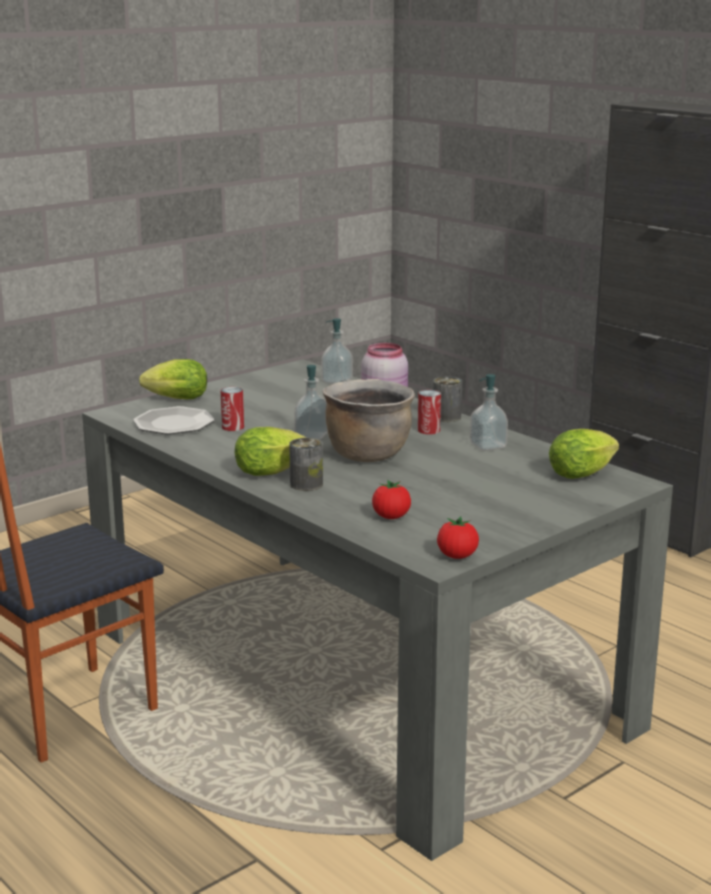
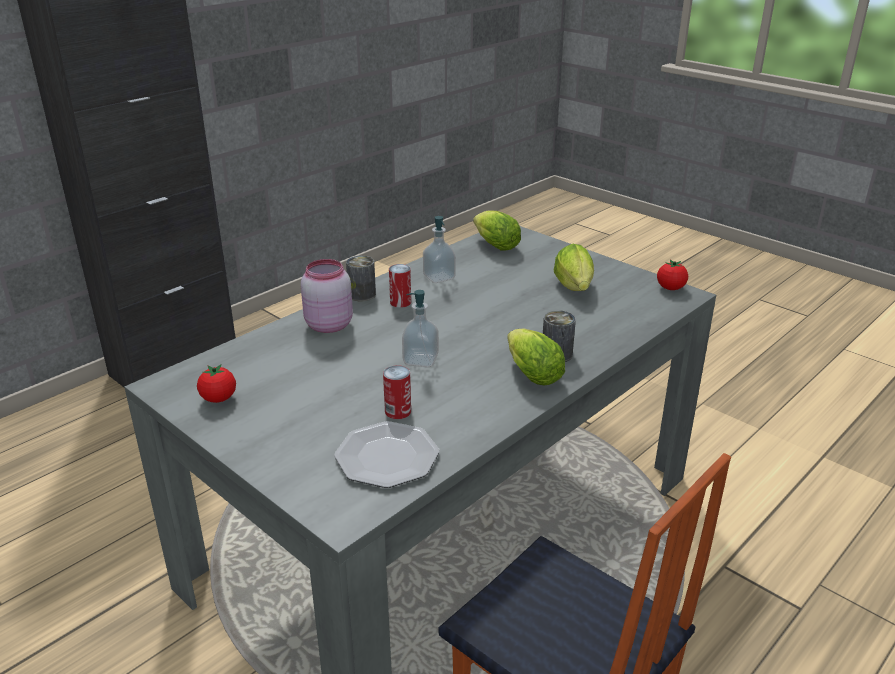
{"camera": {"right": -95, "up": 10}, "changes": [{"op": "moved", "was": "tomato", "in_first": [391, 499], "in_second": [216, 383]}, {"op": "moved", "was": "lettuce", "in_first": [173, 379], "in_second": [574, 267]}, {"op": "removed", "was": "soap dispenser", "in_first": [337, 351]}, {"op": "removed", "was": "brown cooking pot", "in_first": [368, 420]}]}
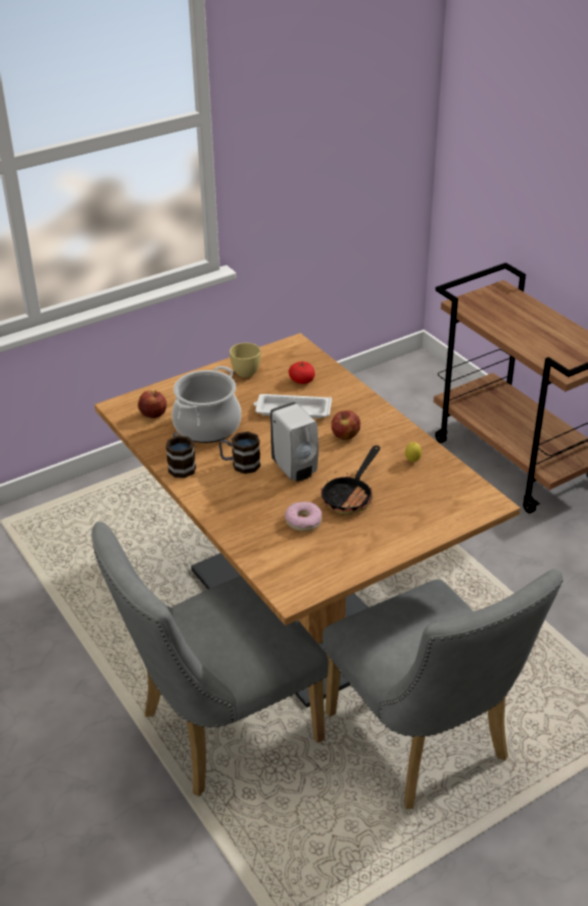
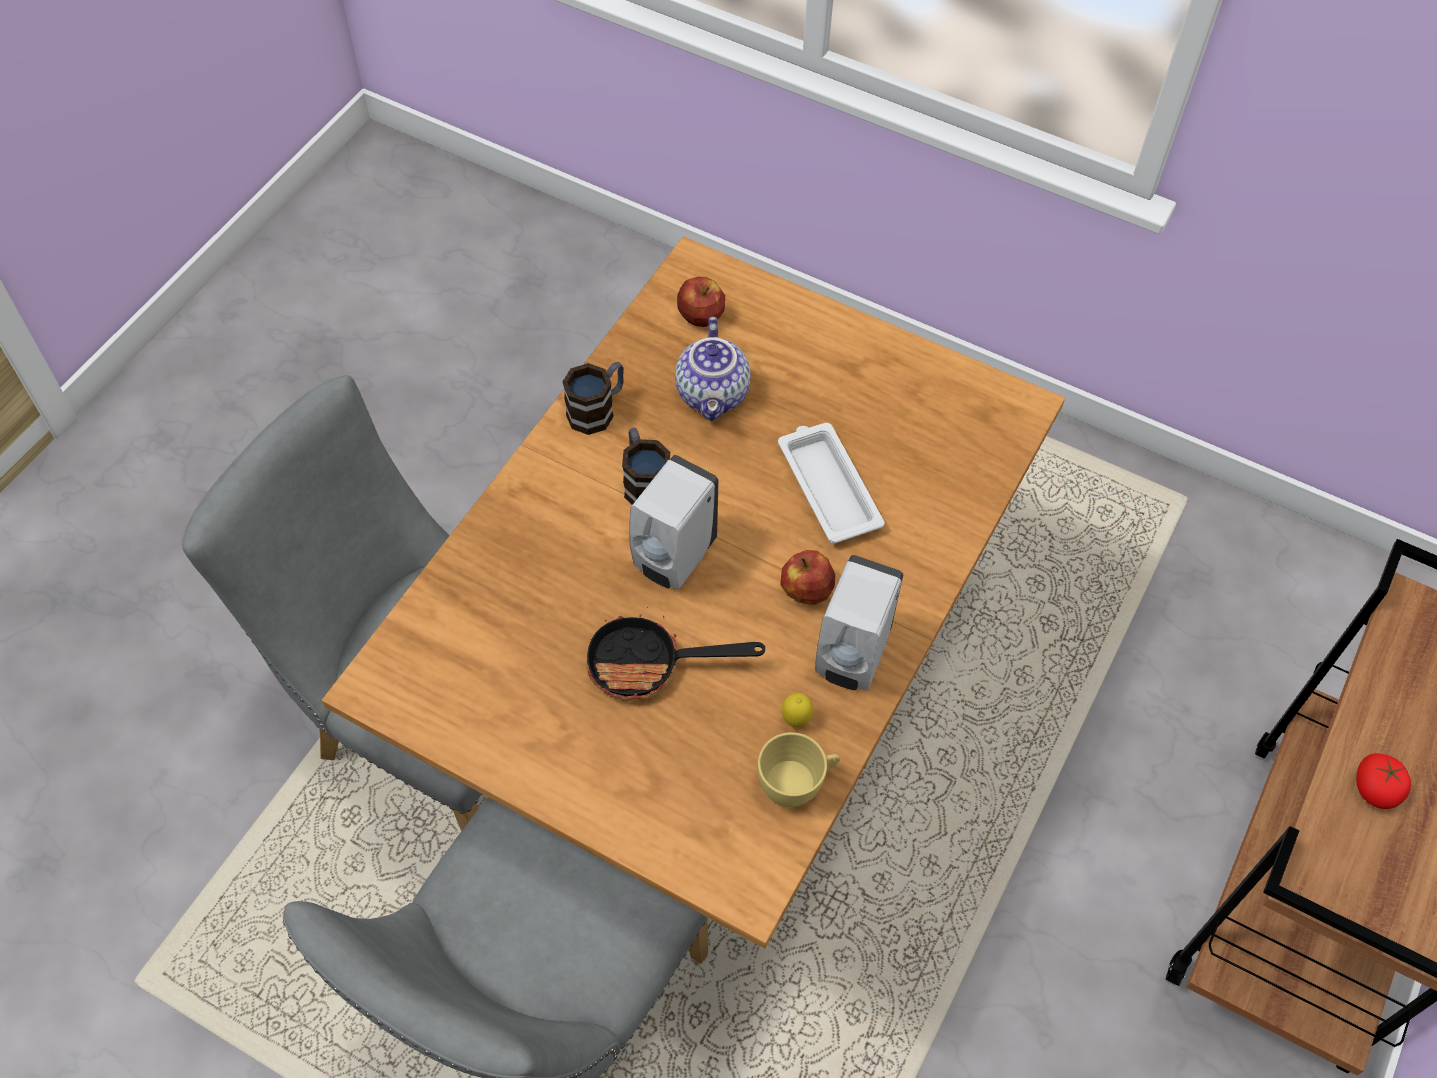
{"camera": {"right": 60, "up": 20}, "changes": [{"op": "replaced", "was": "cooking pot", "now": "teapot", "in_first": [206, 404], "in_second": [713, 369]}, {"op": "moved", "was": "yellow cup", "in_first": [245, 360], "in_second": [799, 769]}, {"op": "added", "now": "white soap dispenser", "in_second": [859, 622]}, {"op": "moved", "was": "tomato", "in_first": [302, 372], "in_second": [1383, 781]}, {"op": "removed", "was": "donut", "in_first": [303, 516]}]}
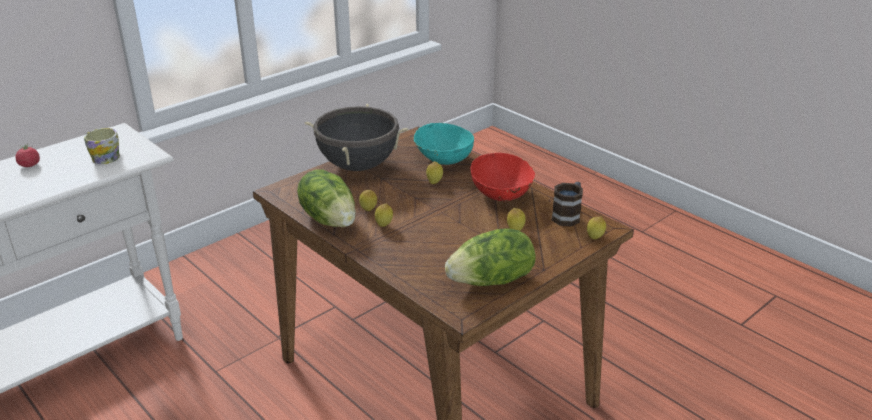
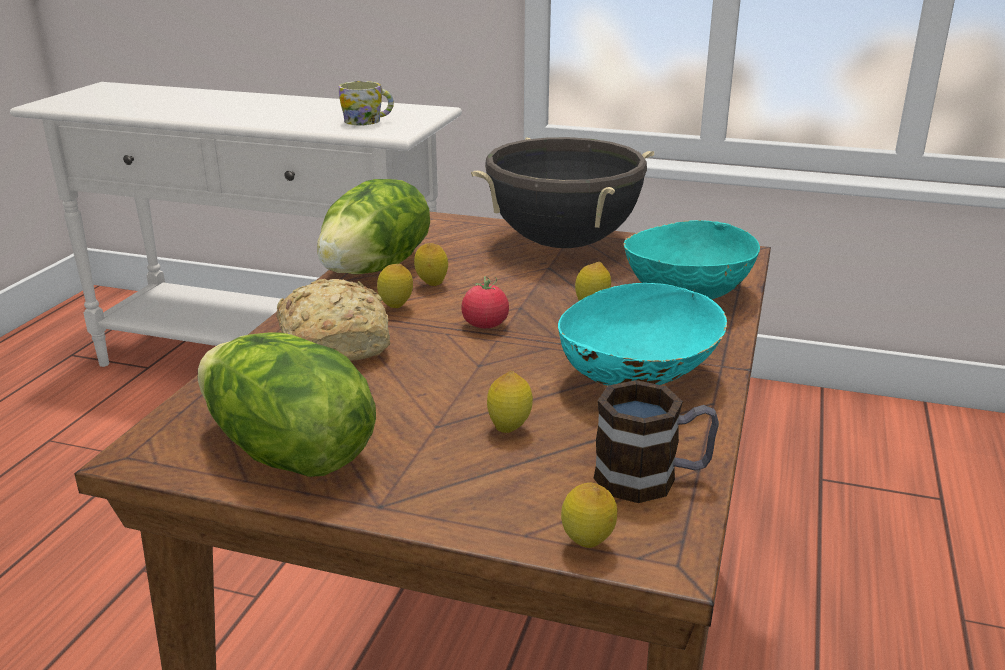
{"camera": {"right": 60, "up": -5}, "changes": [{"op": "added", "now": "bread", "in_second": [333, 320]}, {"op": "moved", "was": "tomato", "in_first": [28, 155], "in_second": [485, 302]}, {"op": "recoloured", "was": "red bowl", "now": "turquoise bowl", "in_first": [503, 177], "in_second": [642, 334]}]}
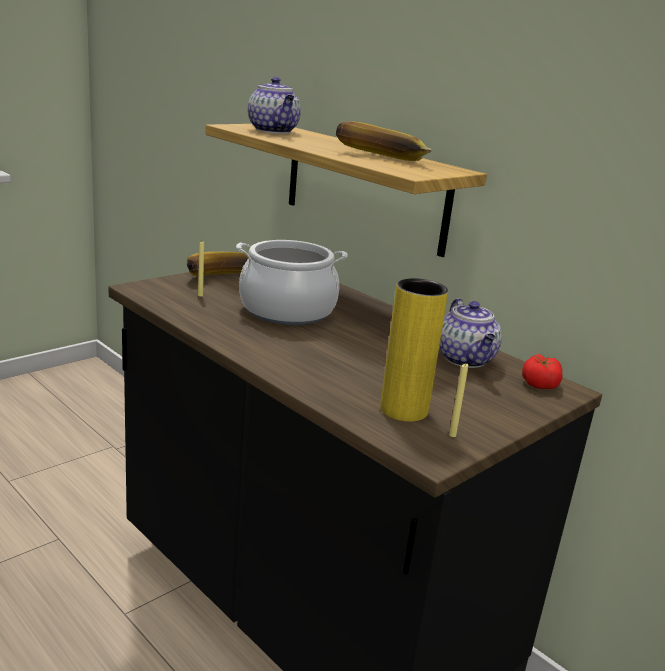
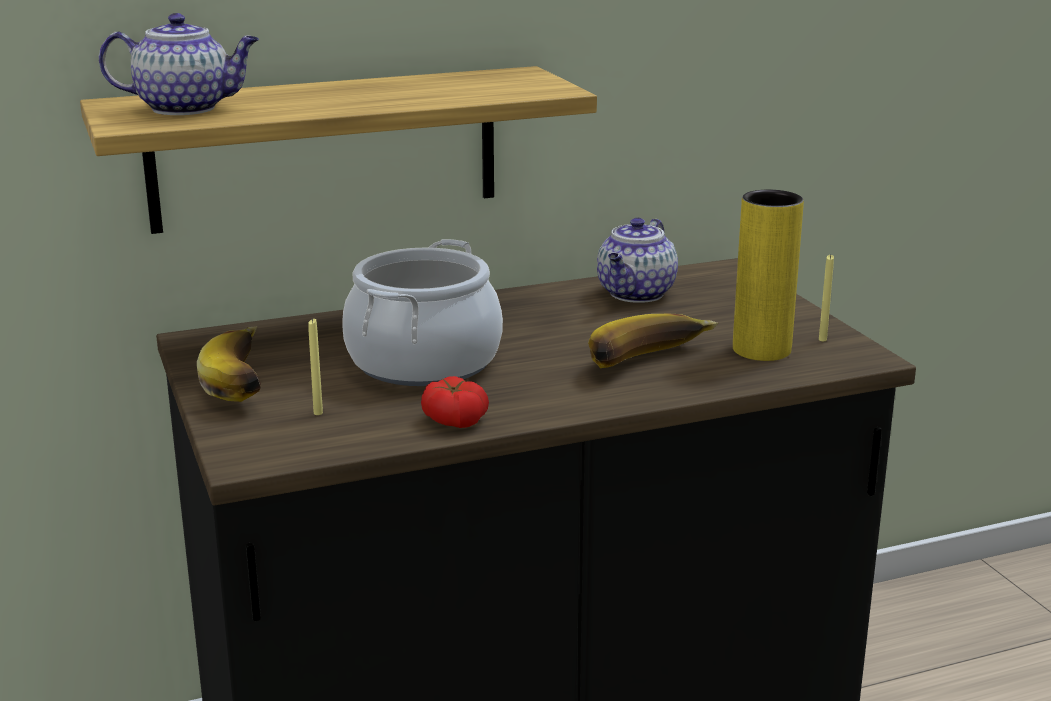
{"camera": {"right": -65, "up": 0}, "changes": [{"op": "moved", "was": "tomato", "in_first": [542, 371], "in_second": [455, 402]}, {"op": "moved", "was": "banana", "in_first": [384, 141], "in_second": [653, 340]}, {"op": "turned", "was": "teapot", "in_first": [470, 333], "in_second": [637, 260], "clockwise": 105}]}
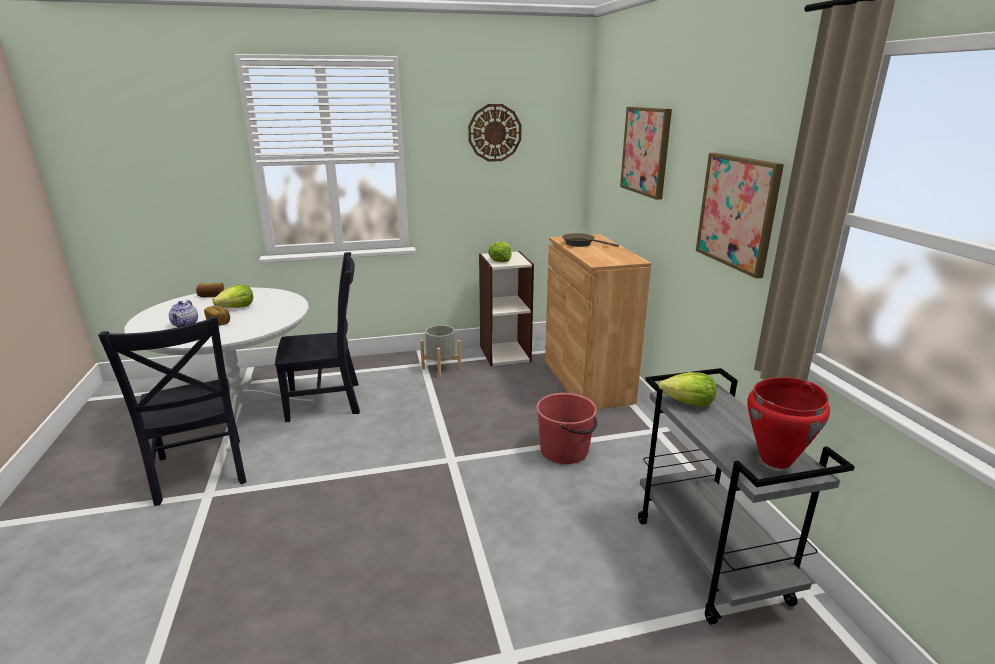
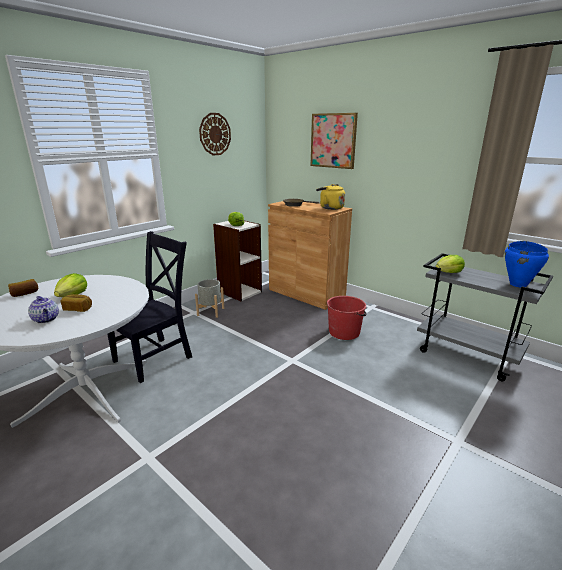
{"camera": {"right": -35, "up": 0}, "changes": [{"op": "added", "now": "yellow kettle", "in_second": [330, 197]}, {"op": "recoloured", "was": "red cooking pot", "now": "blue cooking pot", "in_first": [788, 423], "in_second": [527, 264]}, {"op": "removed", "was": "black chair", "in_first": [172, 410]}, {"op": "removed", "was": "picture", "in_first": [740, 215]}]}
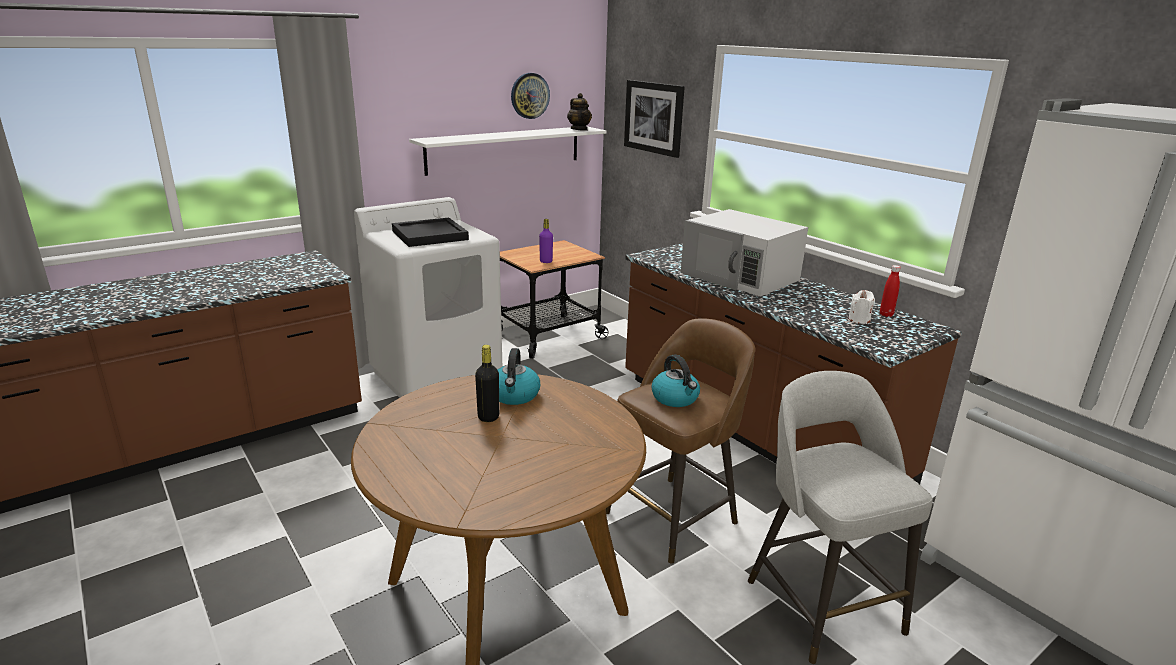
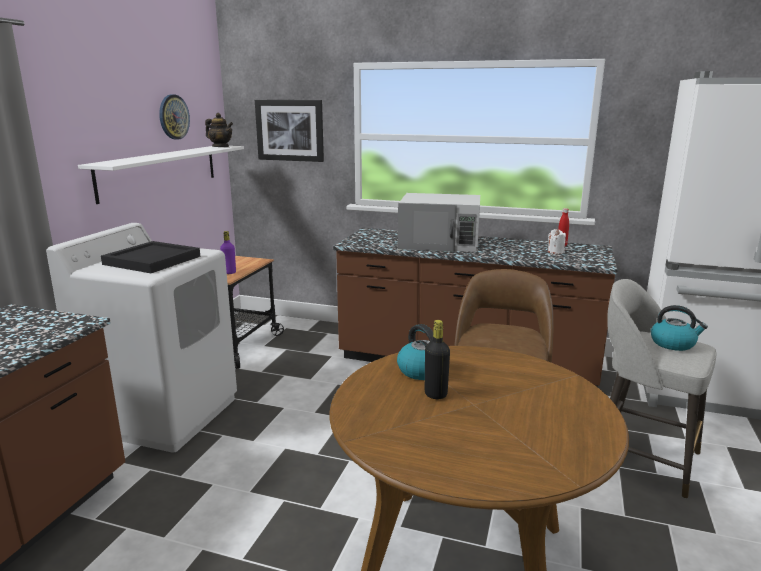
{"camera": {"right": -35, "up": -5}, "changes": [{"op": "moved", "was": "kettle", "in_first": [676, 381], "in_second": [679, 328]}]}
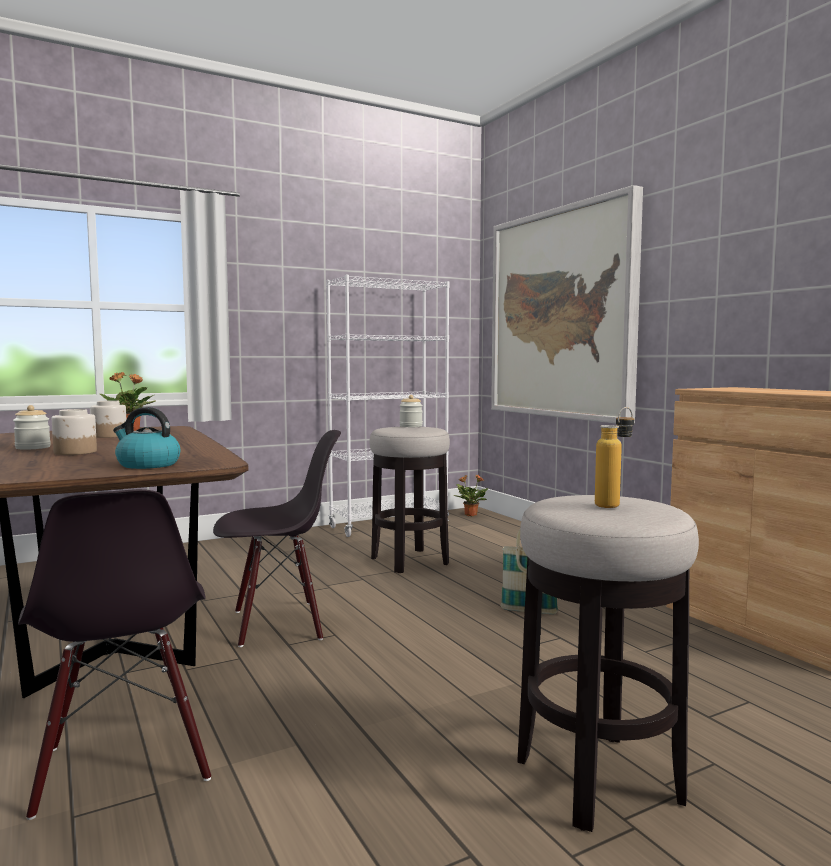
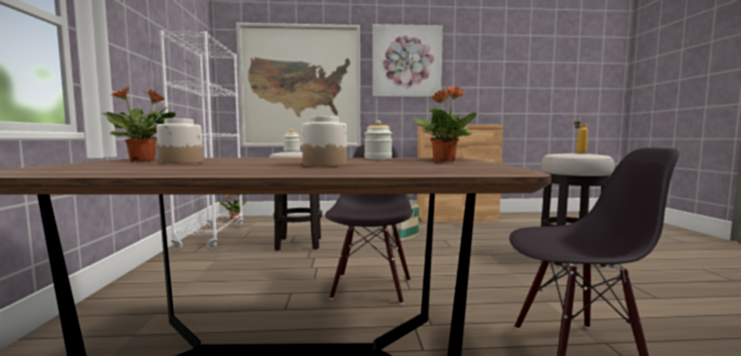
{"camera": {"right": -65, "up": 0}, "changes": [{"op": "moved", "was": "jar", "in_first": [32, 427], "in_second": [378, 139]}, {"op": "added", "now": "picture", "in_second": [408, 60]}, {"op": "replaced", "was": "kettle", "now": "potted plant", "in_first": [146, 438], "in_second": [444, 124]}]}
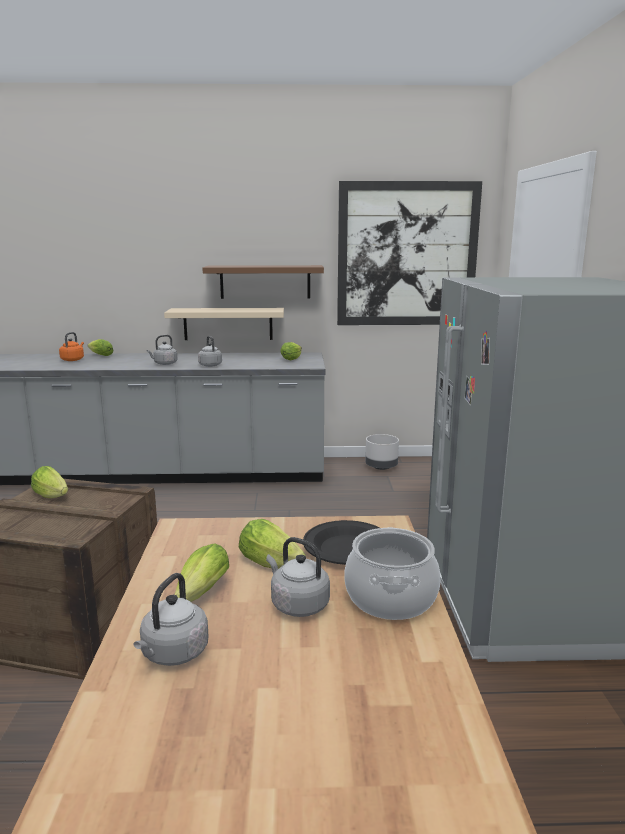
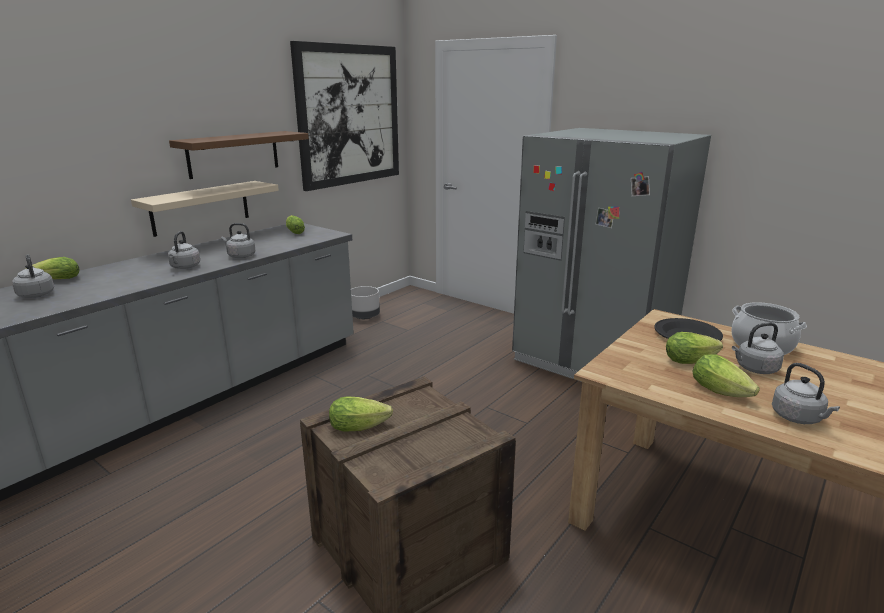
{"camera": {"right": -50, "up": 5}, "changes": [{"op": "recoloured", "was": "orange kettle", "now": "grey kettle", "in_first": [71, 346], "in_second": [33, 276]}]}
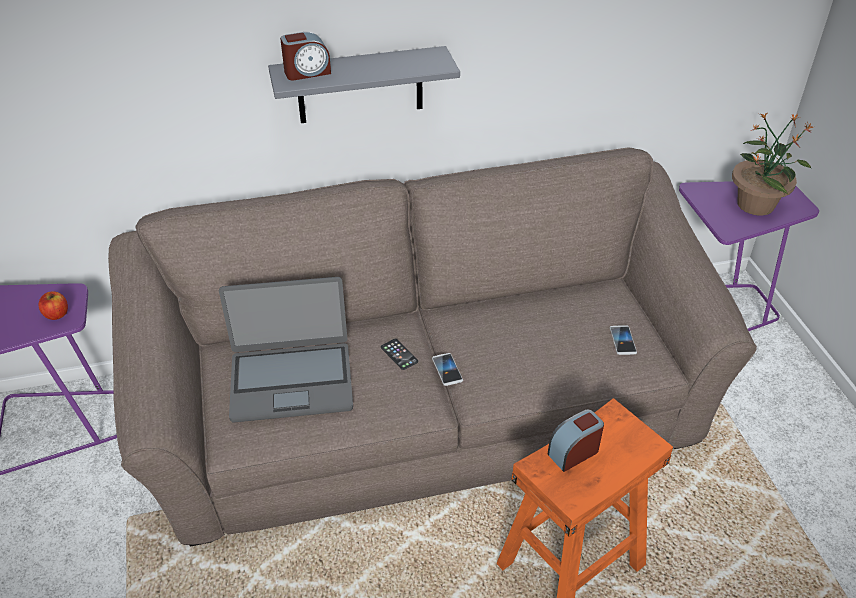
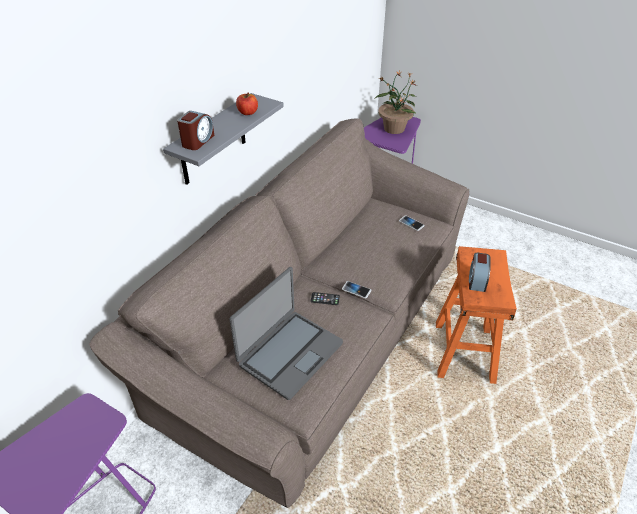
{"camera": {"right": -45, "up": 0}, "changes": [{"op": "moved", "was": "apple", "in_first": [53, 305], "in_second": [247, 104]}]}
